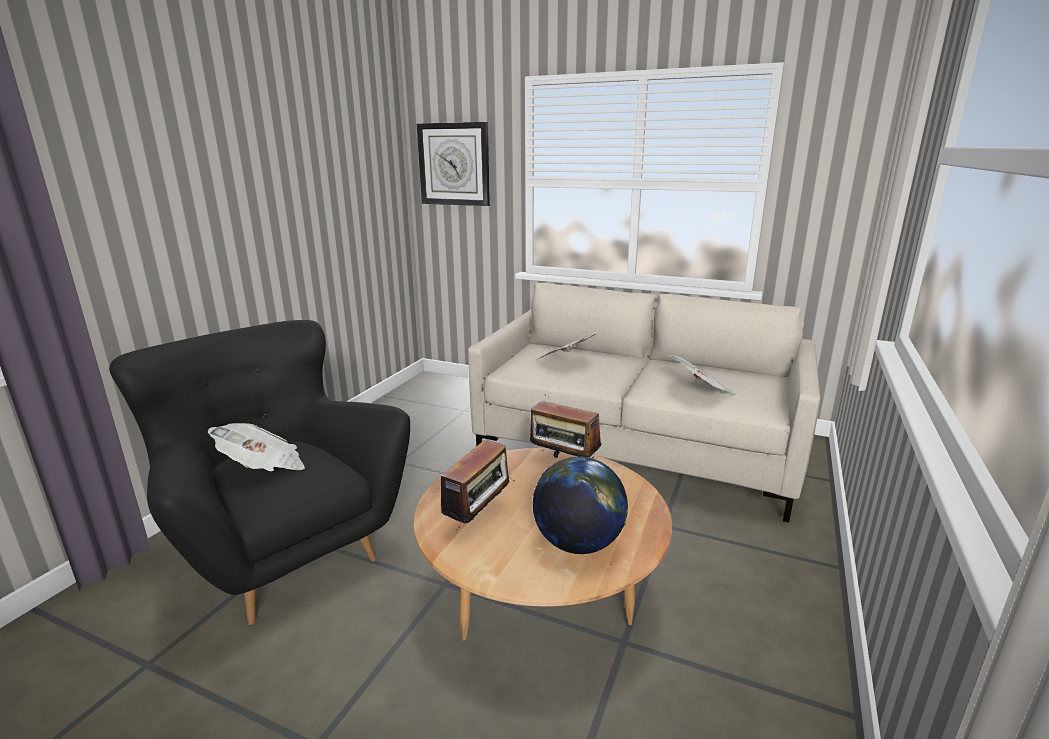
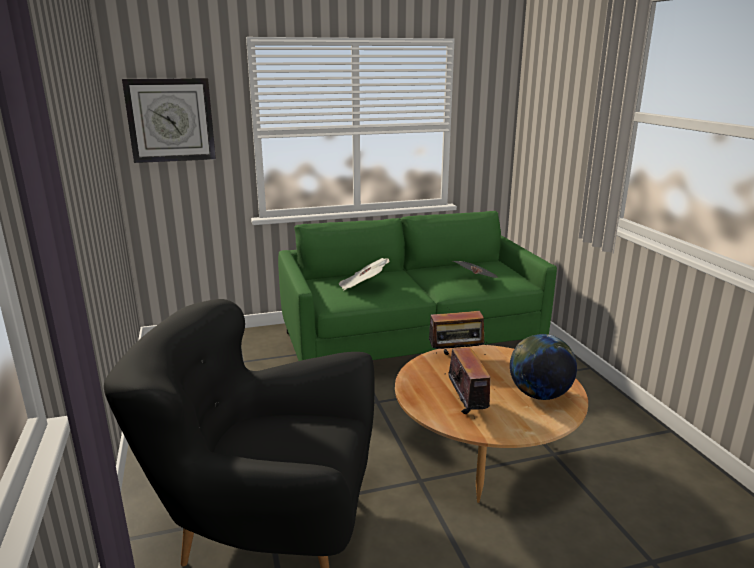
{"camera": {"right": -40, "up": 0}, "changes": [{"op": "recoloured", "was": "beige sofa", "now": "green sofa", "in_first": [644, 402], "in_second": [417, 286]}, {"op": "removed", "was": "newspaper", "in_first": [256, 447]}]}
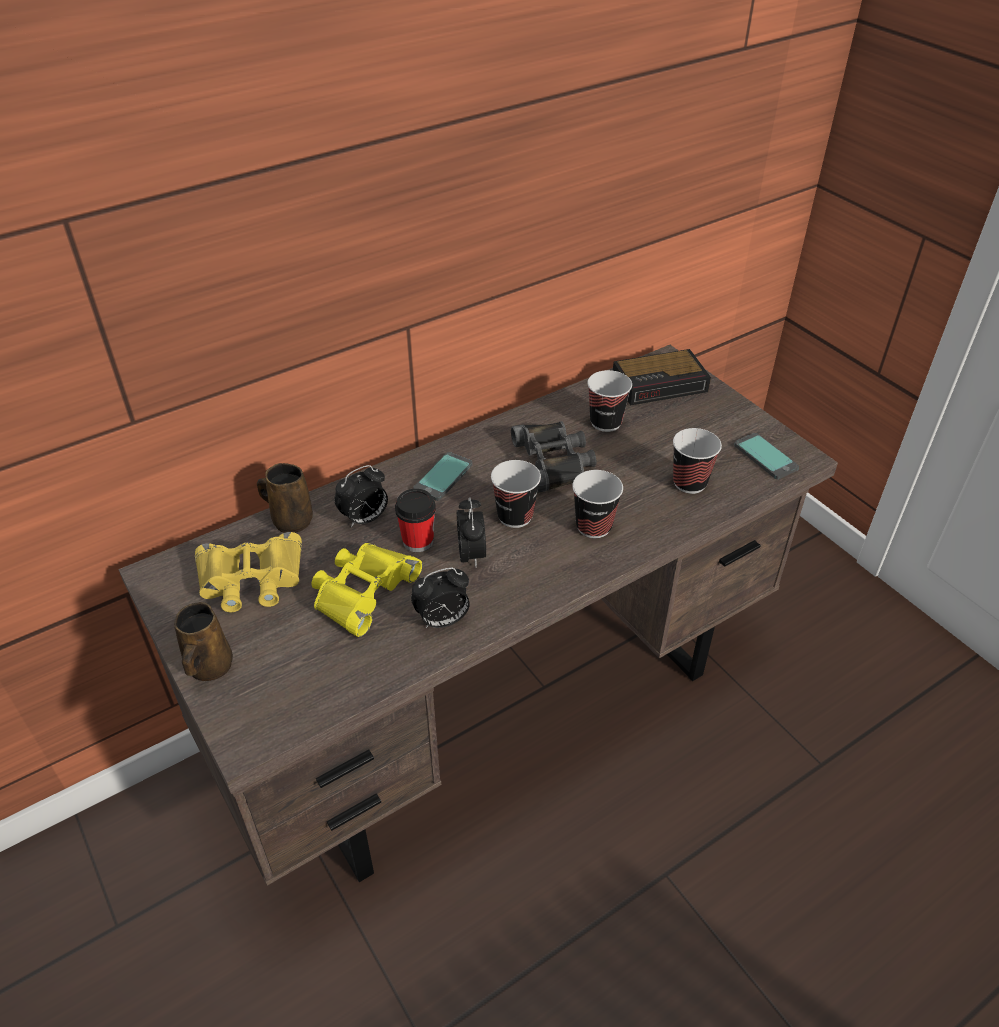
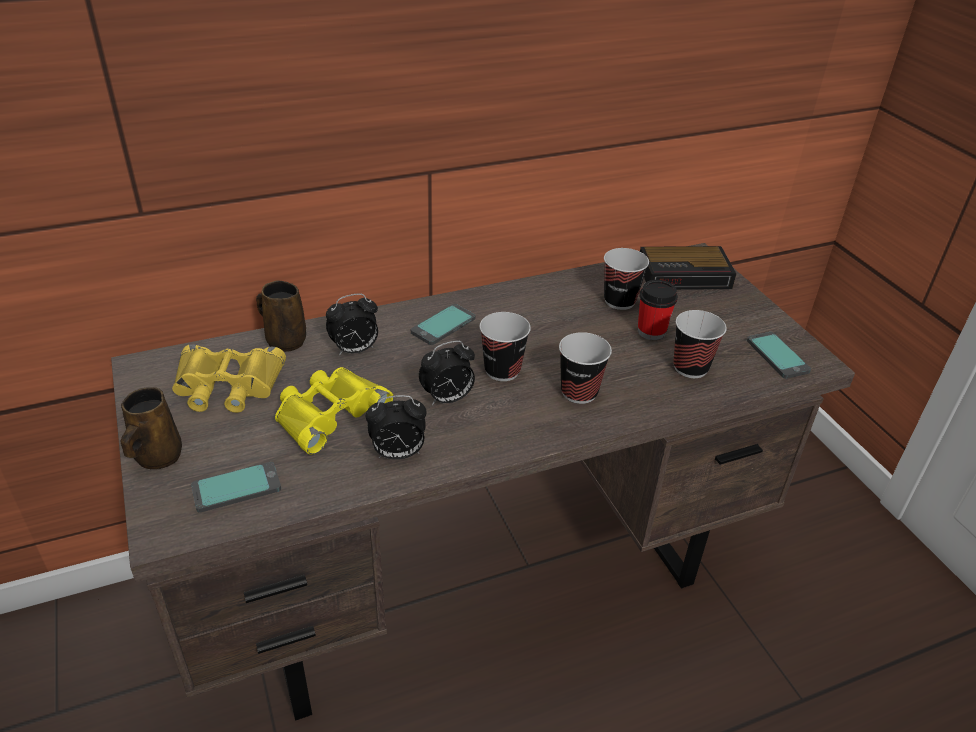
{"camera": {"right": 10, "up": -5}, "changes": [{"op": "added", "now": "phone", "in_second": [236, 487]}, {"op": "turned", "was": "alarm clock", "in_first": [471, 532], "in_second": [447, 372], "clockwise": 60}, {"op": "moved", "was": "cup", "in_first": [415, 520], "in_second": [658, 310]}, {"op": "removed", "was": "black binoculars", "in_first": [553, 457]}]}
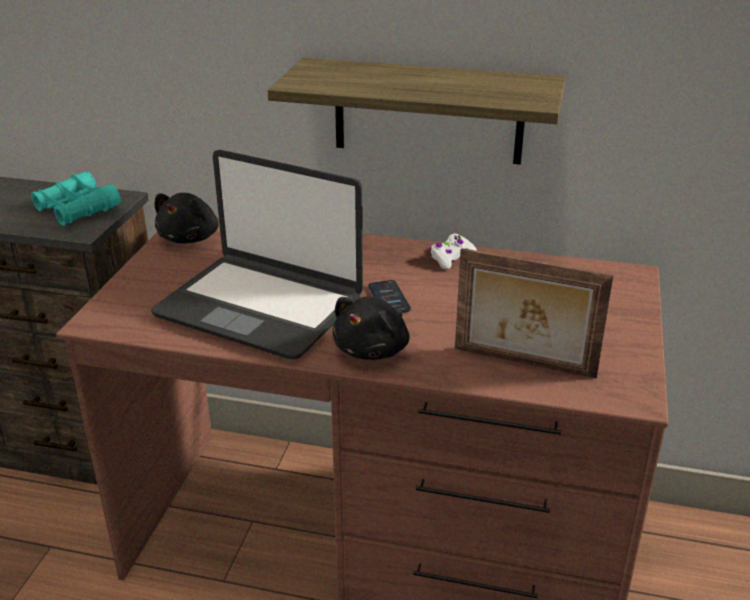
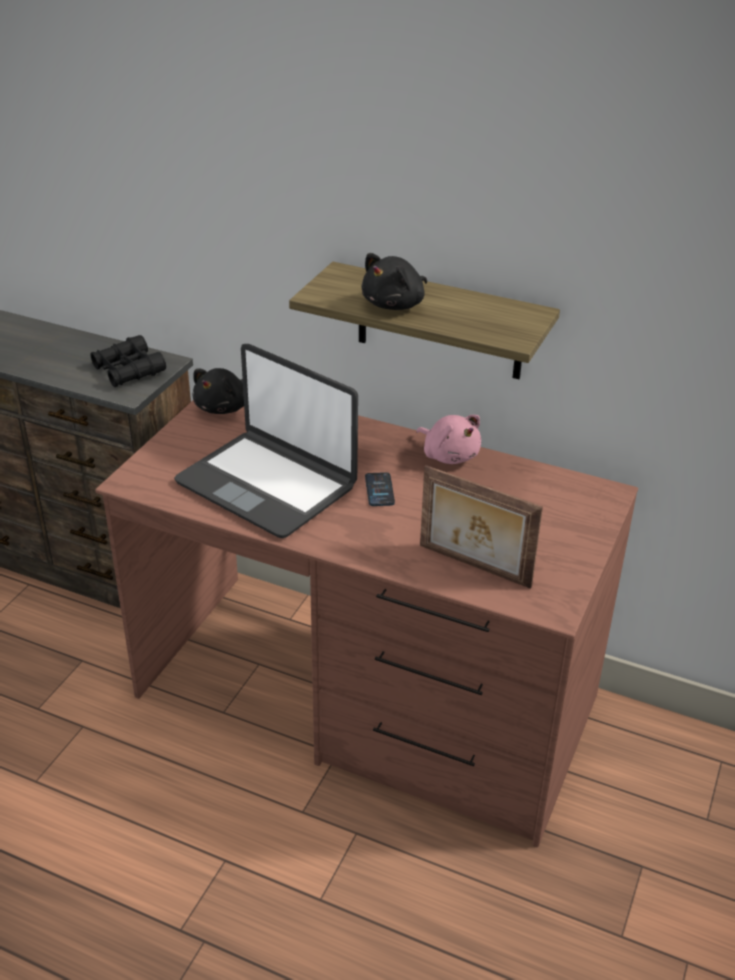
{"camera": {"right": 10, "up": 5}, "changes": [{"op": "recoloured", "was": "turquoise binoculars", "now": "black binoculars", "in_first": [76, 199], "in_second": [128, 361]}, {"op": "moved", "was": "black plush toy", "in_first": [370, 328], "in_second": [394, 281]}, {"op": "replaced", "was": "white game controller", "now": "pink plush toy", "in_first": [453, 252], "in_second": [448, 439]}]}
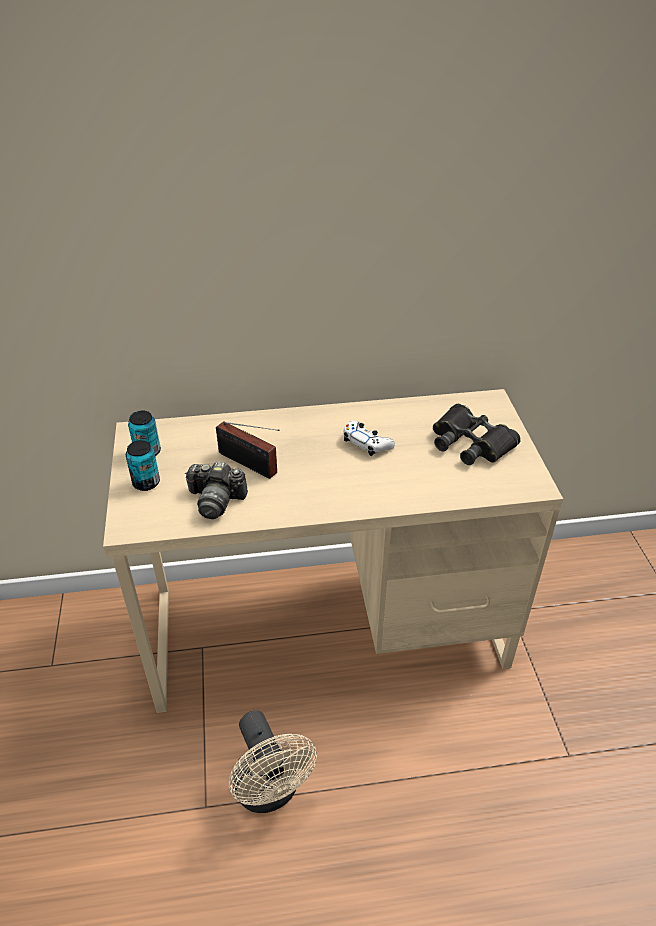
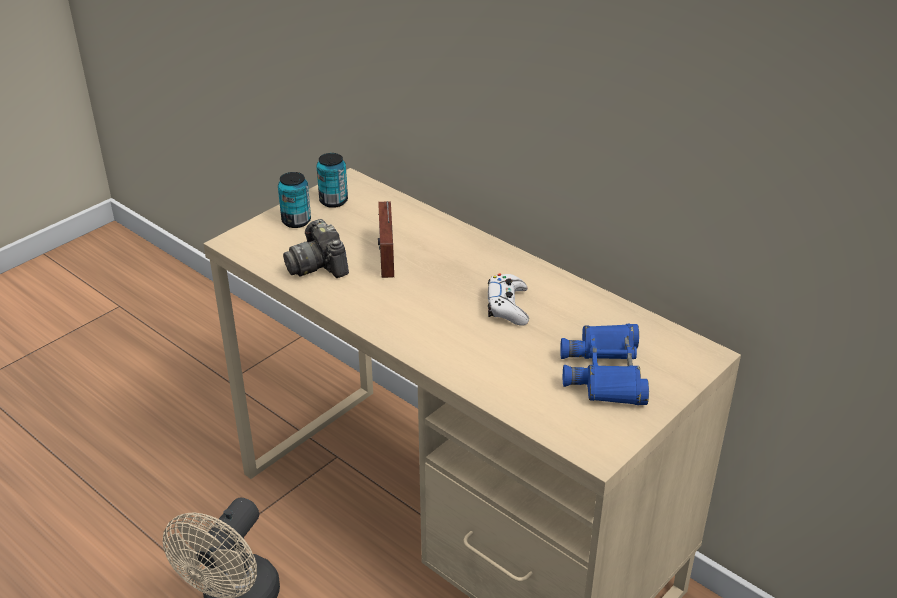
{"camera": {"right": 50, "up": -5}, "changes": [{"op": "recoloured", "was": "black binoculars", "now": "blue binoculars", "in_first": [477, 434], "in_second": [604, 364]}]}
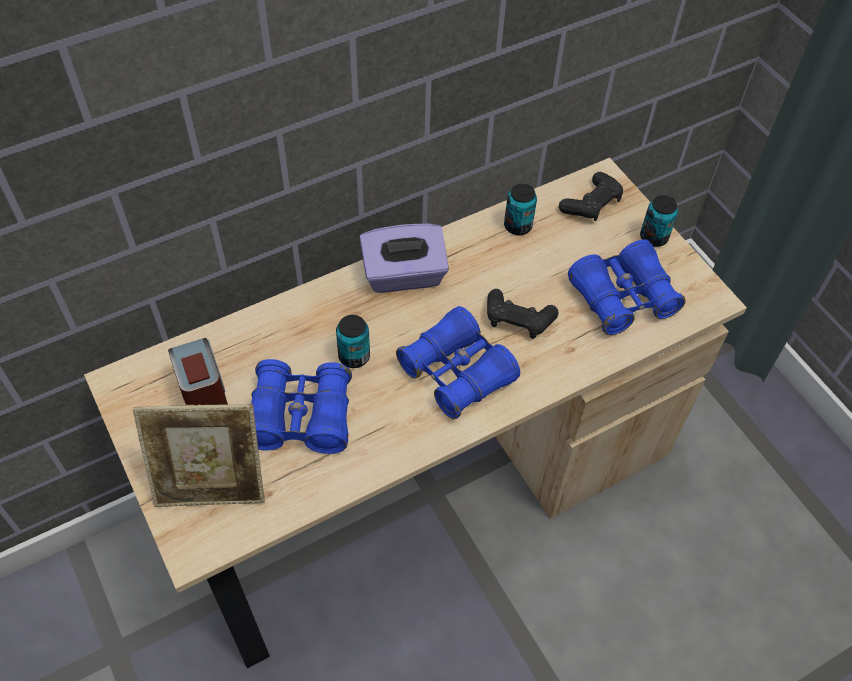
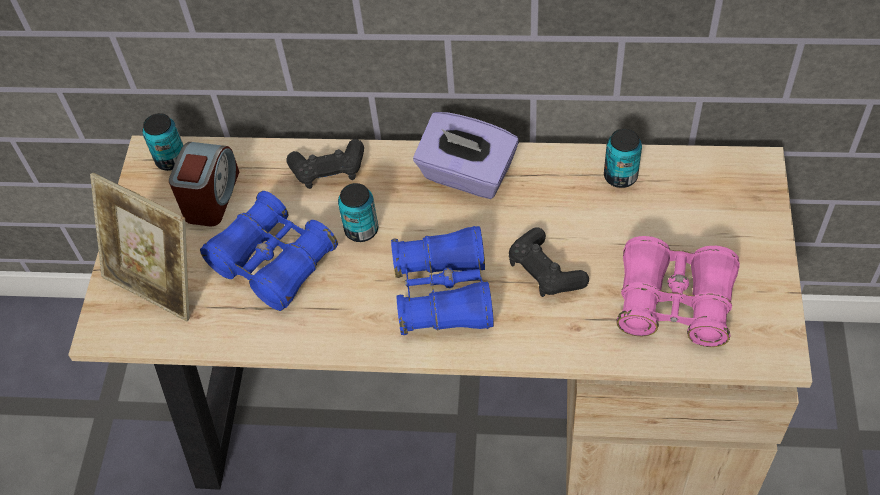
{"camera": {"right": 40, "up": 0}, "changes": [{"op": "moved", "was": "can", "in_first": [659, 221], "in_second": [163, 142]}, {"op": "moved", "was": "black game controller", "in_first": [591, 196], "in_second": [325, 164]}, {"op": "recoloured", "was": "blue binoculars", "now": "pink binoculars", "in_first": [627, 287], "in_second": [678, 291]}]}
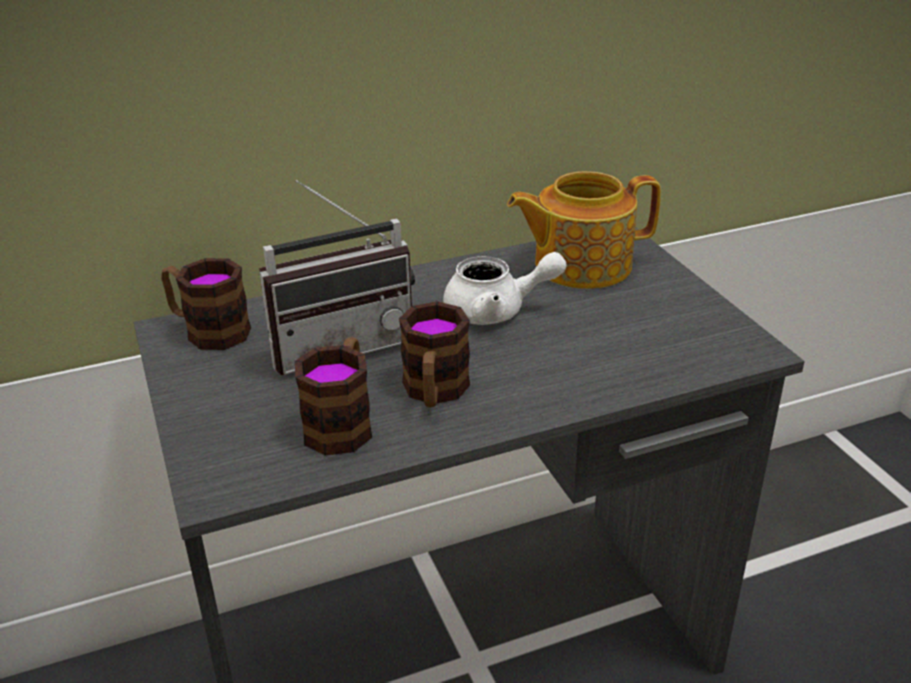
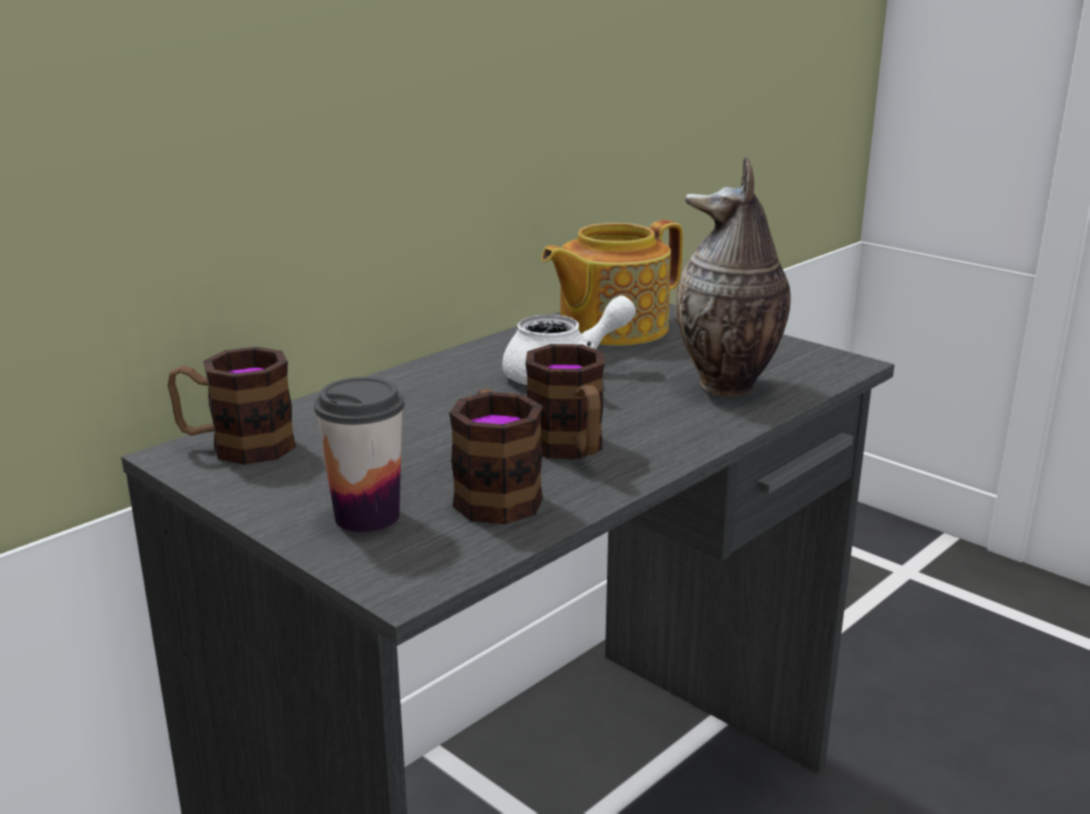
{"camera": {"right": -25, "up": -10}, "changes": [{"op": "added", "now": "cup", "in_second": [359, 454]}, {"op": "added", "now": "vase", "in_second": [733, 276]}, {"op": "removed", "was": "radio", "in_first": [337, 277]}]}
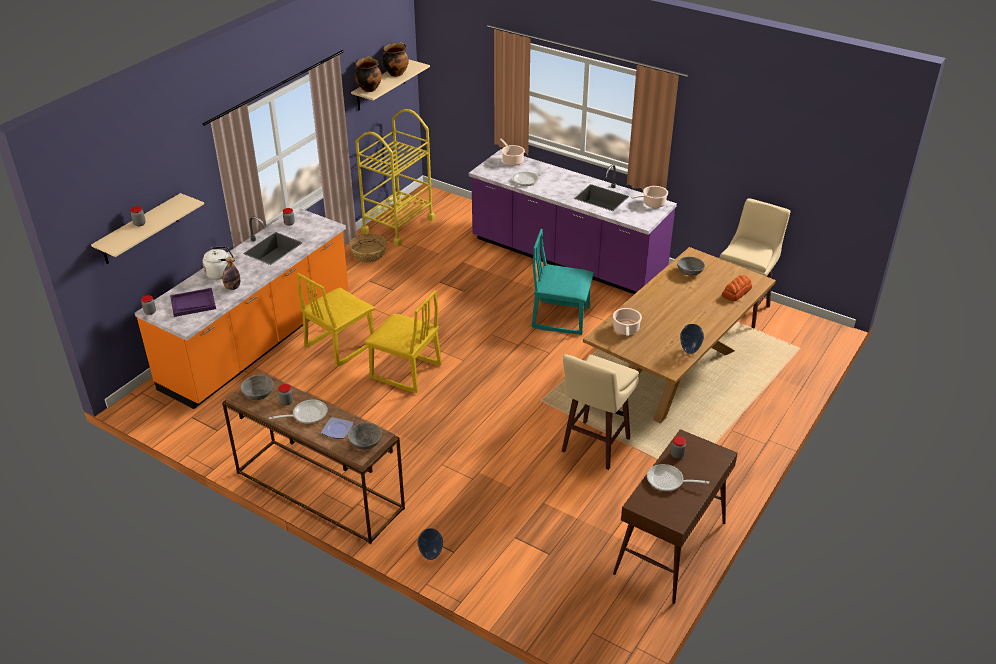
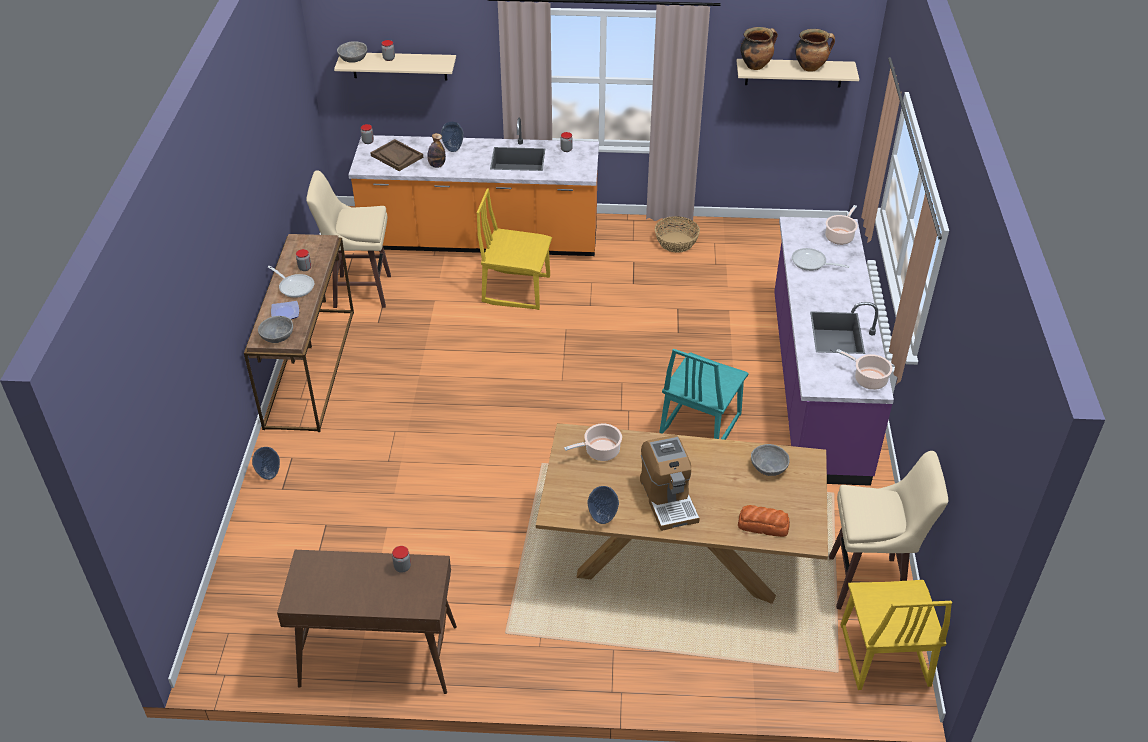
{"camera": {"right": 60, "up": 5}, "changes": [{"op": "moved", "was": "beige stool", "in_first": [600, 412], "in_second": [348, 239]}, {"op": "moved", "was": "grey bowl", "in_first": [257, 387], "in_second": [352, 52]}, {"op": "recoloured", "was": "purple tray", "now": "brown tray", "in_first": [193, 302], "in_second": [396, 155]}, {"op": "replaced", "was": "white kettle", "now": "vase", "in_first": [218, 263], "in_second": [452, 137]}, {"op": "added", "now": "coffee machine", "in_second": [670, 483]}, {"op": "turned", "was": "turquoise chair", "in_first": [563, 282], "in_second": [704, 394], "clockwise": -135}, {"op": "moved", "was": "yellow chair", "in_first": [403, 341], "in_second": [896, 635]}, {"op": "removed", "was": "yellow cart", "in_first": [395, 177]}, {"op": "removed", "was": "frying pan", "in_first": [678, 477]}]}
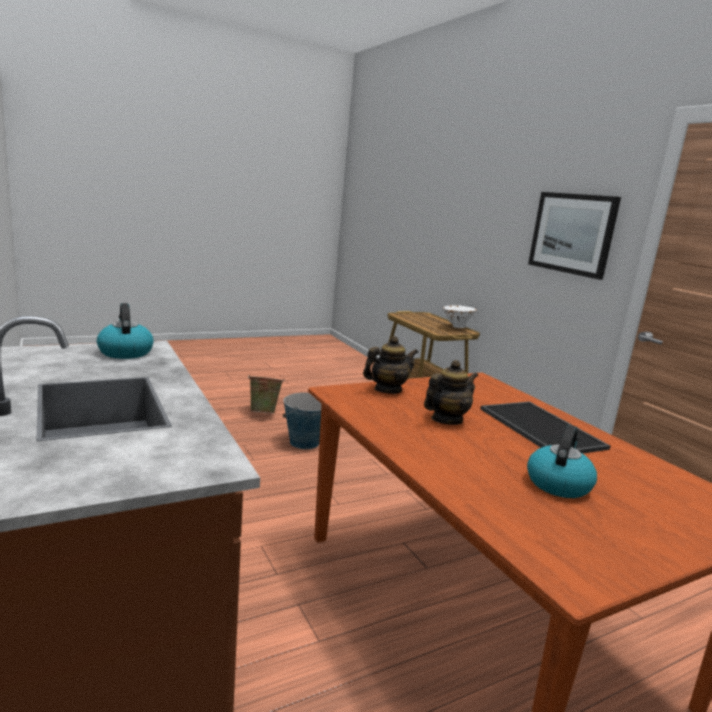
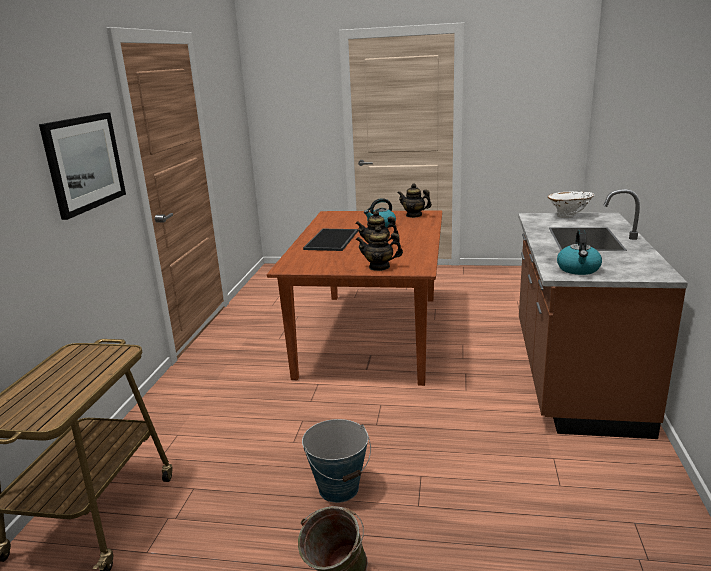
{"camera": {"right": -140, "up": 5}, "changes": [{"op": "added", "now": "teapot", "in_second": [415, 200]}, {"op": "moved", "was": "white vase", "in_first": [460, 316], "in_second": [571, 204]}]}
